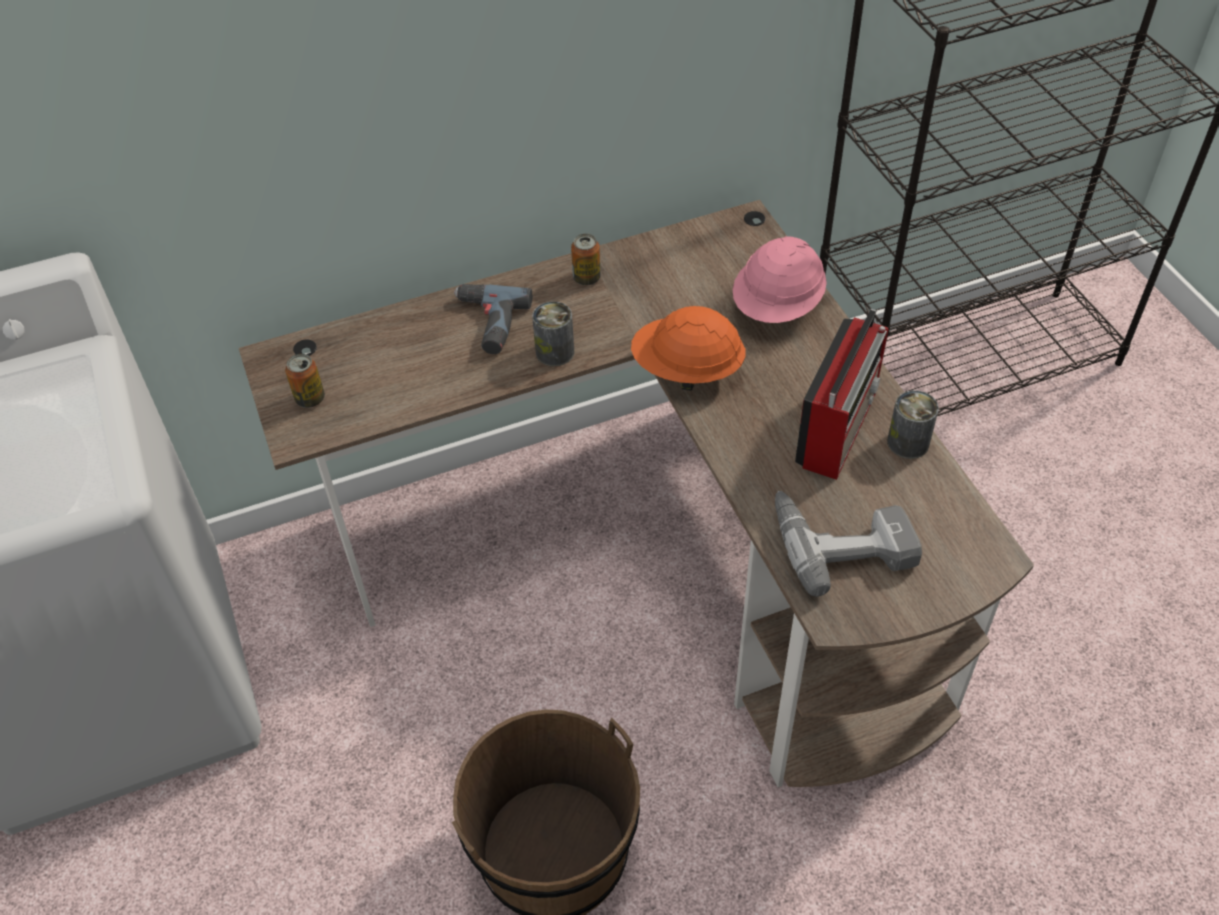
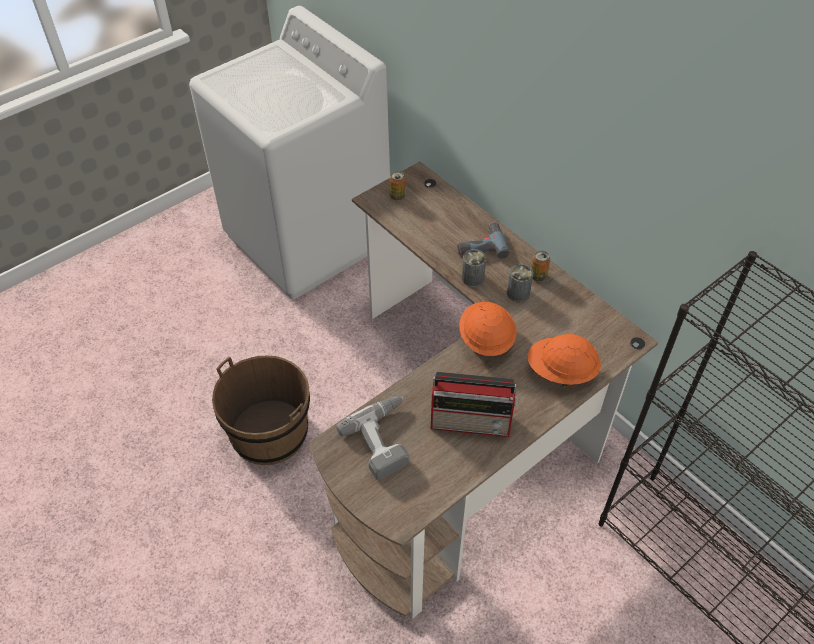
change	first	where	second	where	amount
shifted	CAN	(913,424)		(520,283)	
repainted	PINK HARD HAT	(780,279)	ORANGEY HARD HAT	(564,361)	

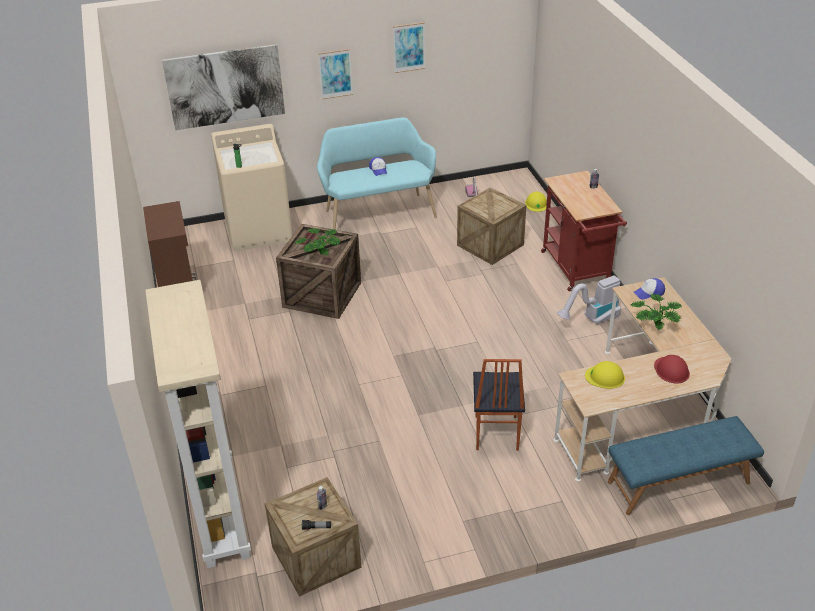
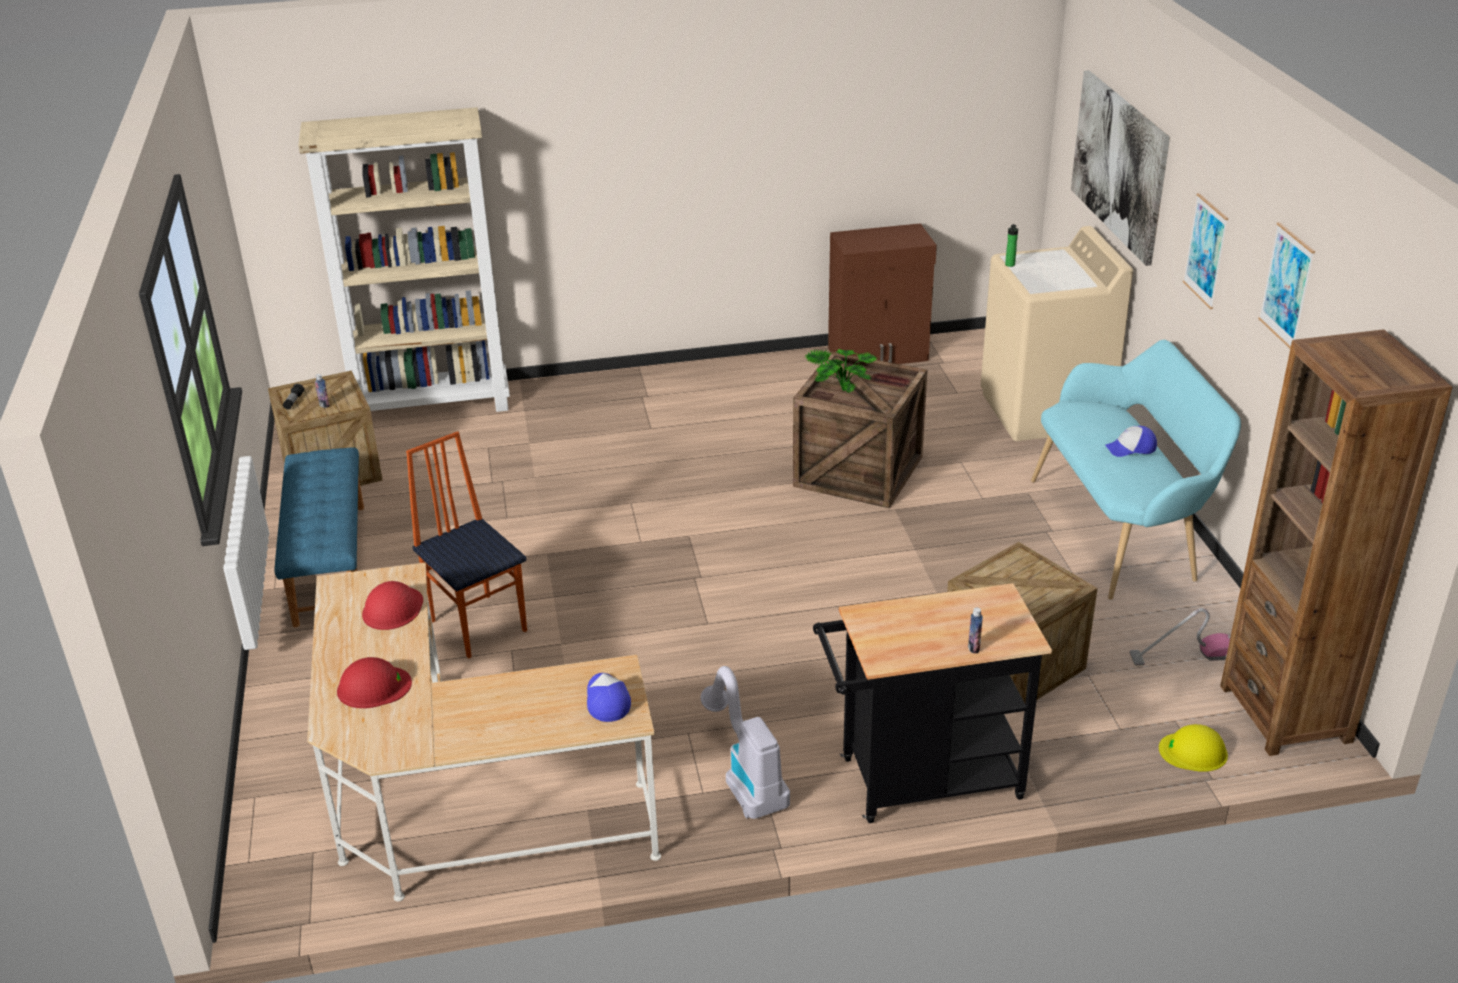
change	first	where	second	where	amount
gone	HOUSEPLANT	(656,312)			
new			BROWN BOOKSHELF	(1336,542)	
shifted	BLUISH LONG SEAT	(686,465)		(319,537)	
repainted	RED-COLOURED TROLLEY	(584,231)	BLACK TROLLEY	(932,703)	
repainted	YELLOWISH HARD HAT	(605,375)	RED-COLOURED HARD HAT	(392,605)	
rotated	CHAIR	(499,405)		(466,544)	45 degrees clockwise

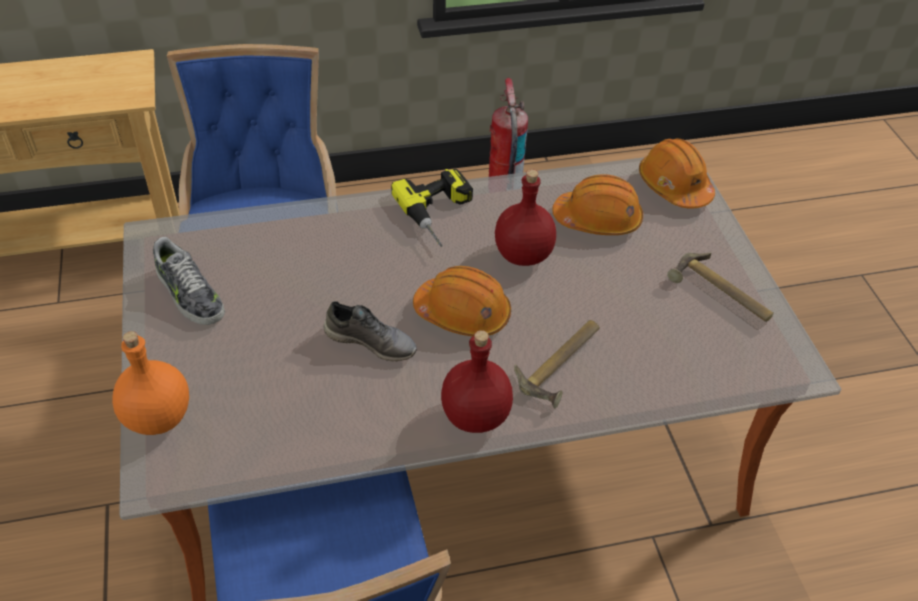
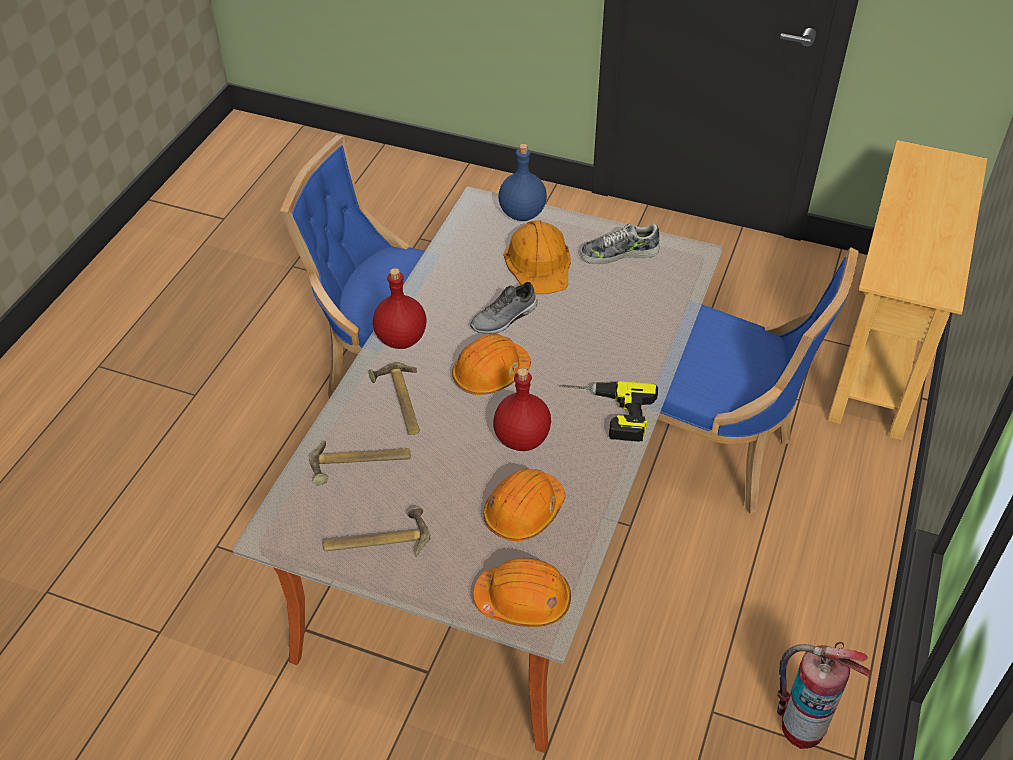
change	first	where	second	where	amount
new			HAMMER	(360,462)	
new			ORANGEY HARD HAT	(537,257)	
repainted	ORANGEY BOTTLE	(150,383)	BLUISH BOTTLE	(522,182)	

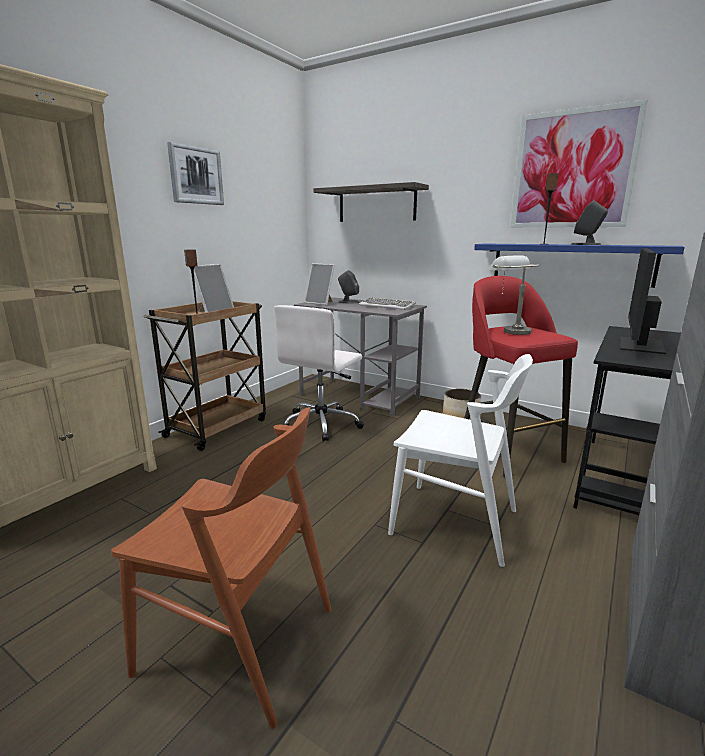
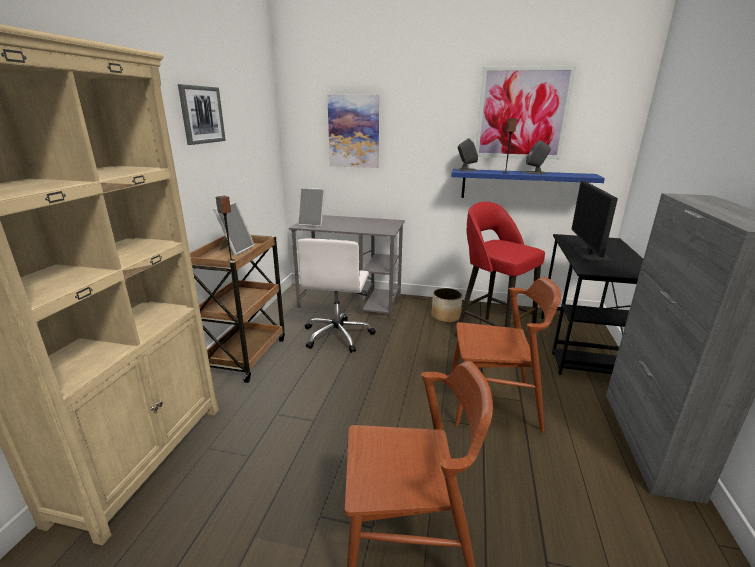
change	first	where	second	where	amount
gone	COMPUTER KEYBOARD	(387,303)			
gone	GREY TABLETOP LAMP	(514,295)			
shifted	GREY LOUDSPEAKER	(348,287)		(467,154)	
swapped	SHELF	(371,202)	PICTURE	(353,131)	
repainted	WHITE-COLOURED CHAIR	(460,460)	BROWN CHAIR	(506,354)	

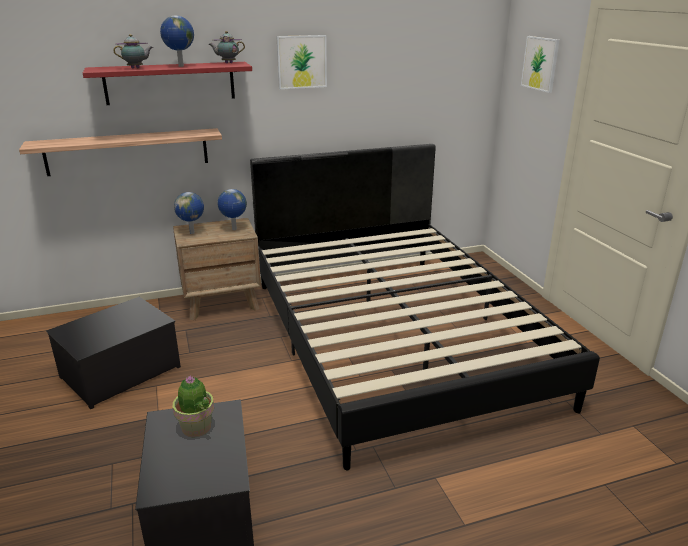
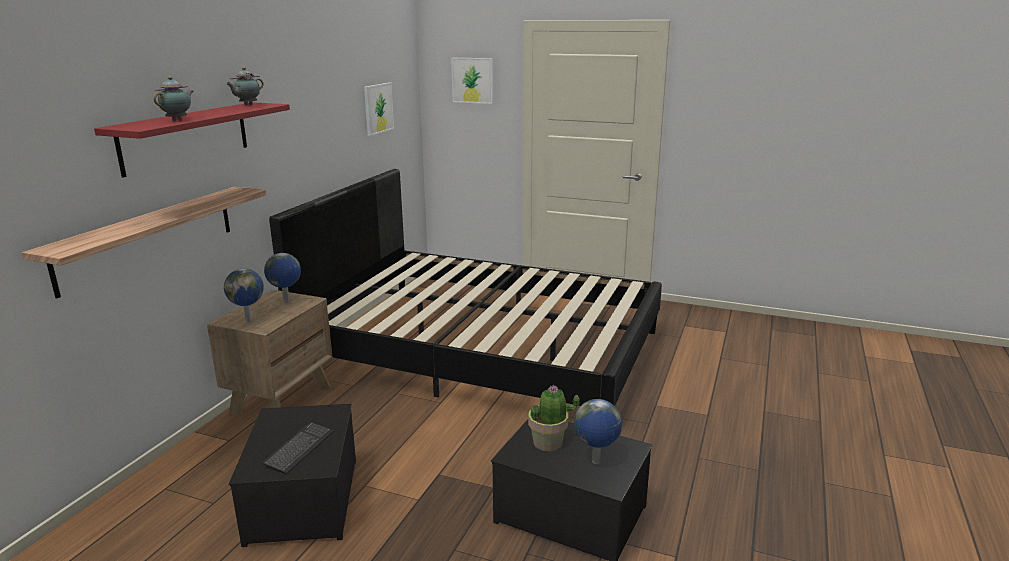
change	first	where	second	where	amount
new			COMPUTER KEYBOARD	(298,448)	
shifted	GLOBE	(177,41)		(598,431)	
shifted	PICTURE	(302,62)		(379,109)	

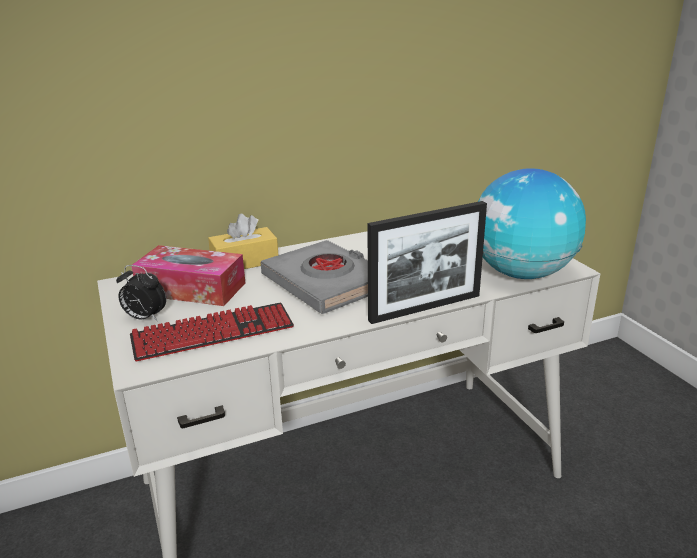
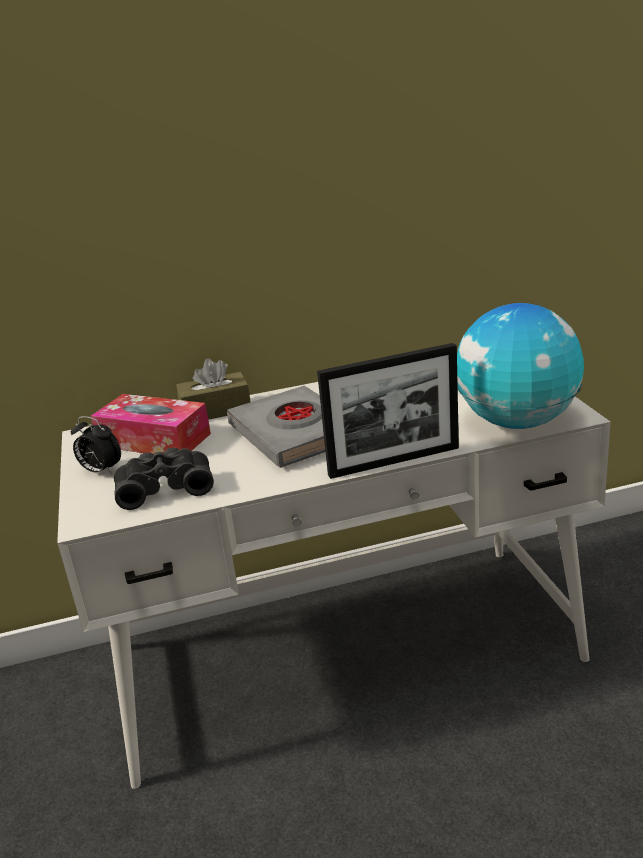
change	first	where	second	where	amount
swapped	COMPUTER KEYBOARD	(212,332)	BLACK PAIR OF BINOCULARS	(164,479)	
repainted	YELLOWISH BOX OF TISSUES	(243,241)	BROWN BOX OF TISSUES	(213,389)	

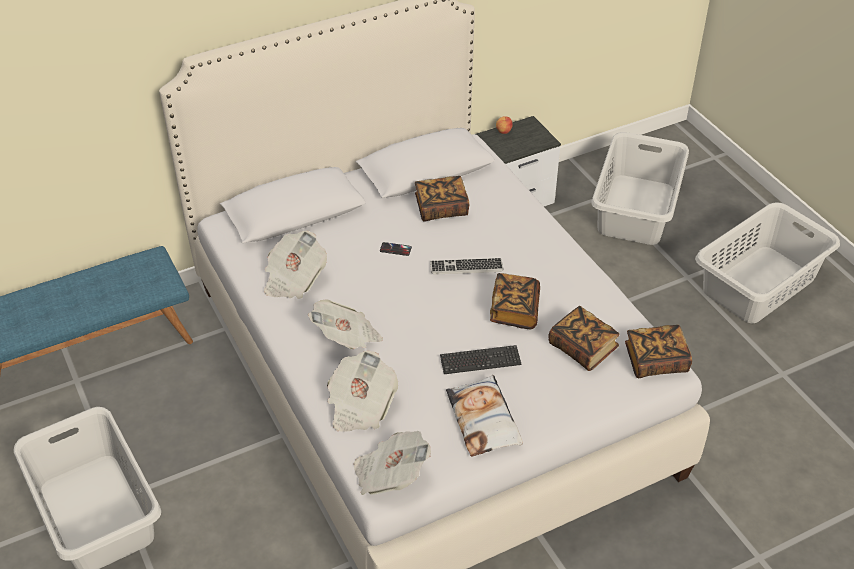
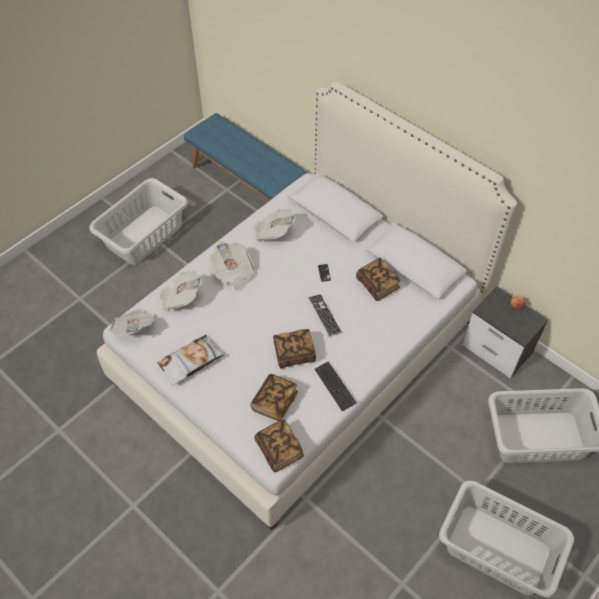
change	first	where	second	where	amount
shifted	COMPUTER KEYBOARD	(480,359)		(335,386)	

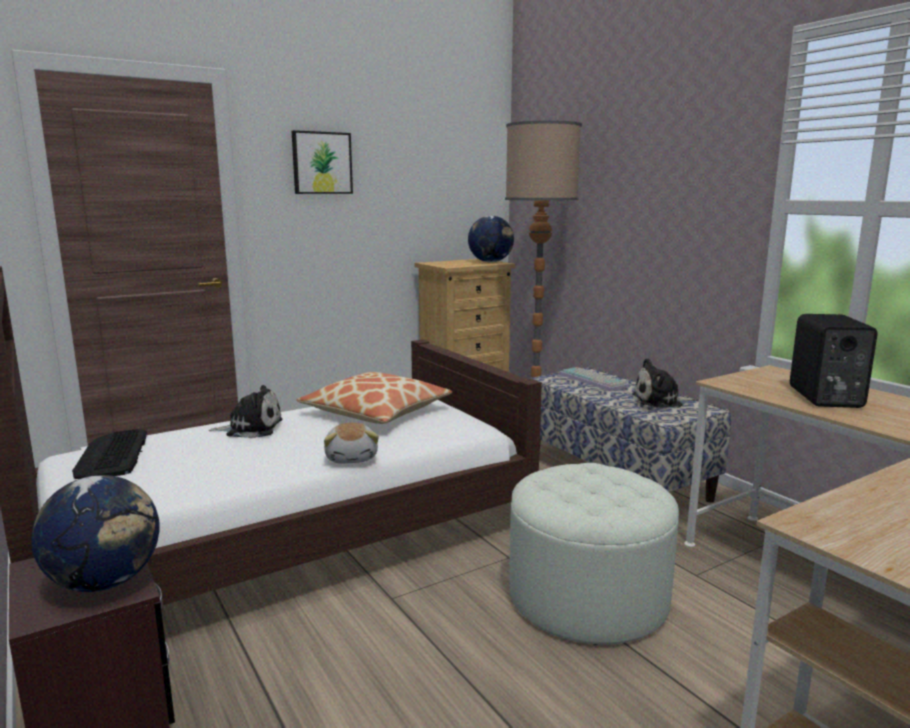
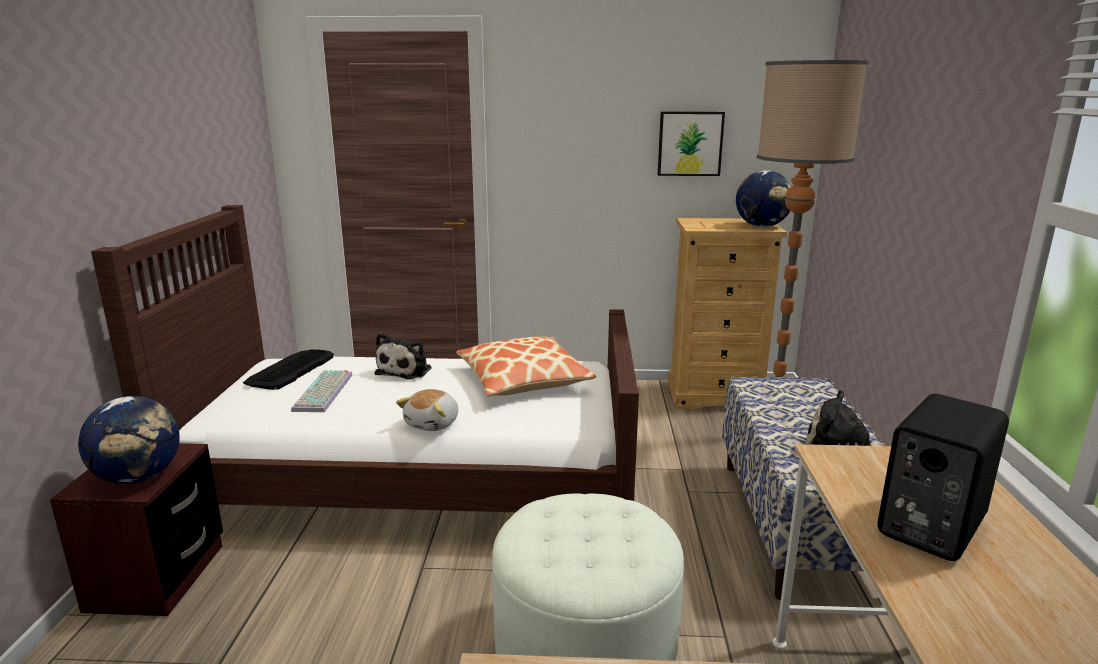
change	first	where	second	where	amount
shifted	PICTURE	(322,162)		(691,144)	
shifted	COMPUTER KEYBOARD	(594,379)		(321,391)	
rotated	PLUSH TOY	(246,411)		(403,356)	75 degrees clockwise

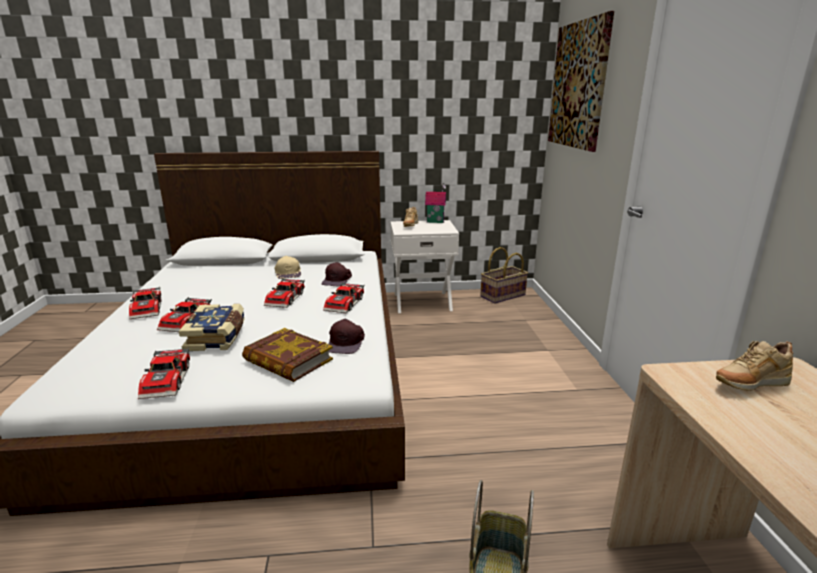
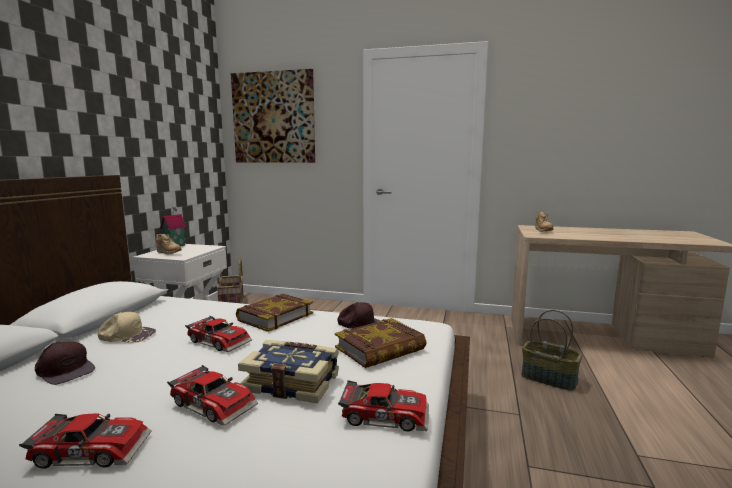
change	first	where	second	where	amount
shifted	BROWN PEAKED CAP	(336,274)		(65,363)	
swapped	TOY CAR	(343,298)	BOOK	(274,313)	

